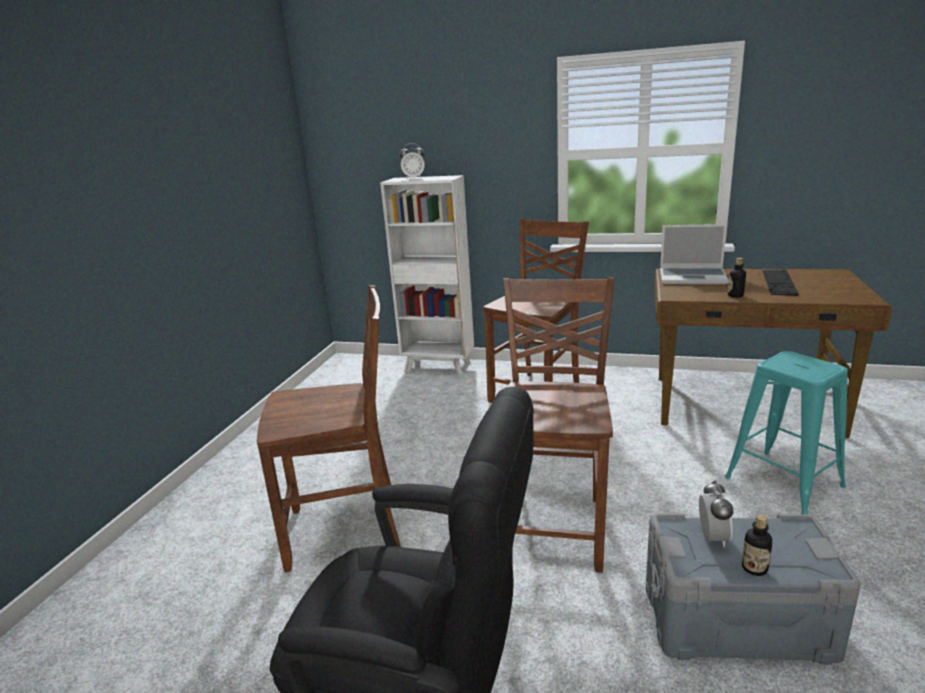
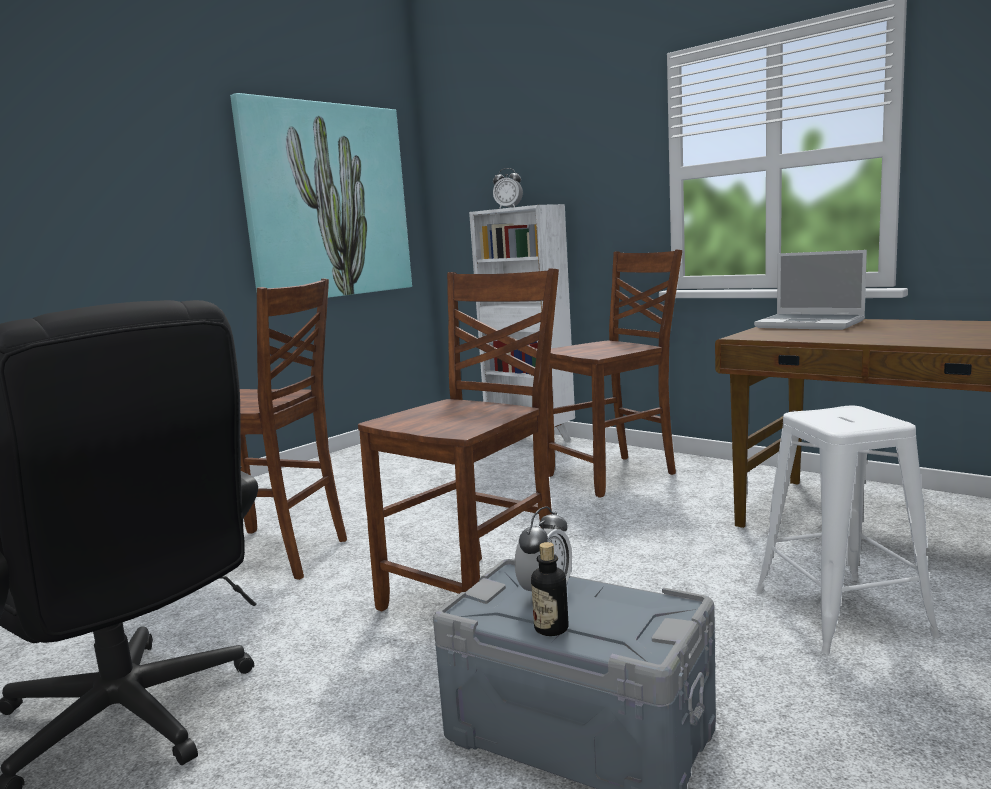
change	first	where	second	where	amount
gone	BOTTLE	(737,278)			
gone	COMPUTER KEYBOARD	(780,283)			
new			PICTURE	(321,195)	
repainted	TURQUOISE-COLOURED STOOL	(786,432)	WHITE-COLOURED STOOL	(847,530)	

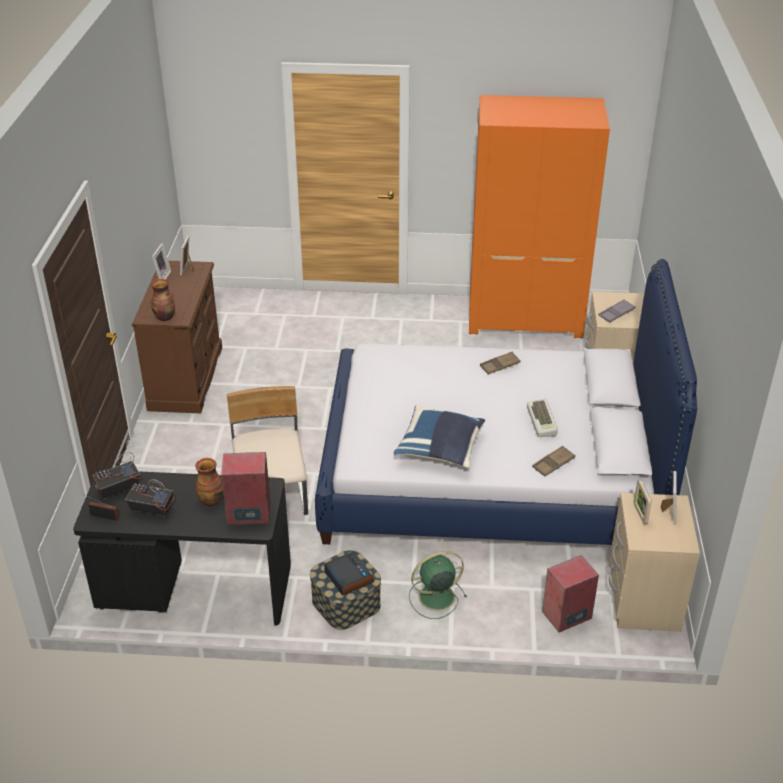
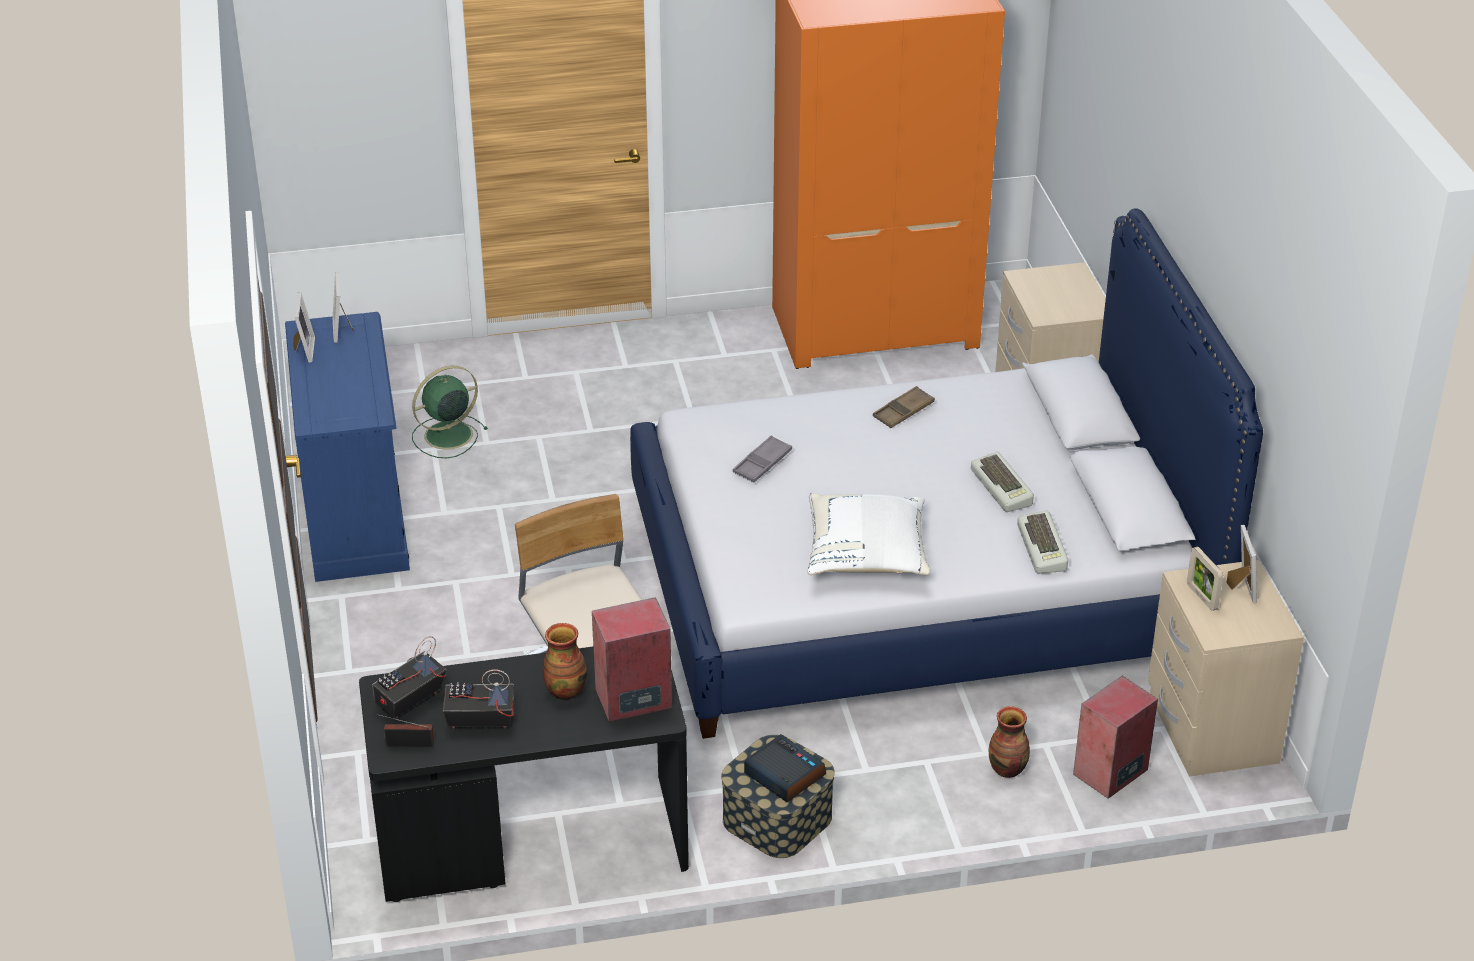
change	first	where	second	where	amount
shifted	FLOWER VASE	(163,300)		(1009,742)	
shifted	GREEN-COLOURED FAN	(438,585)		(450,412)	
shifted	GREY CARRYING TRAY	(616,311)		(762,458)	
swapped	BROWN CARRYING TRAY	(553,461)	COMPUTER KEYBOARD	(1042,542)	
repainted	BROWN DRAWER CHEST	(177,337)	BLUISH DRAWER CHEST	(347,447)	
repainted	BLUISH THROW PILLOW	(439,436)	WHITE-COLOURED THROW PILLOW	(869,534)	

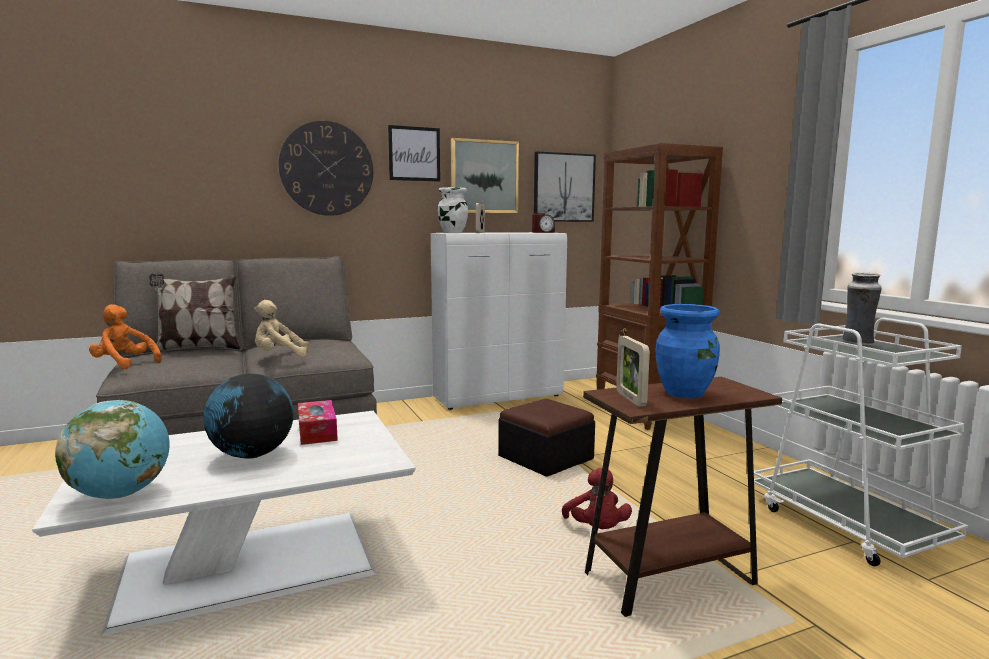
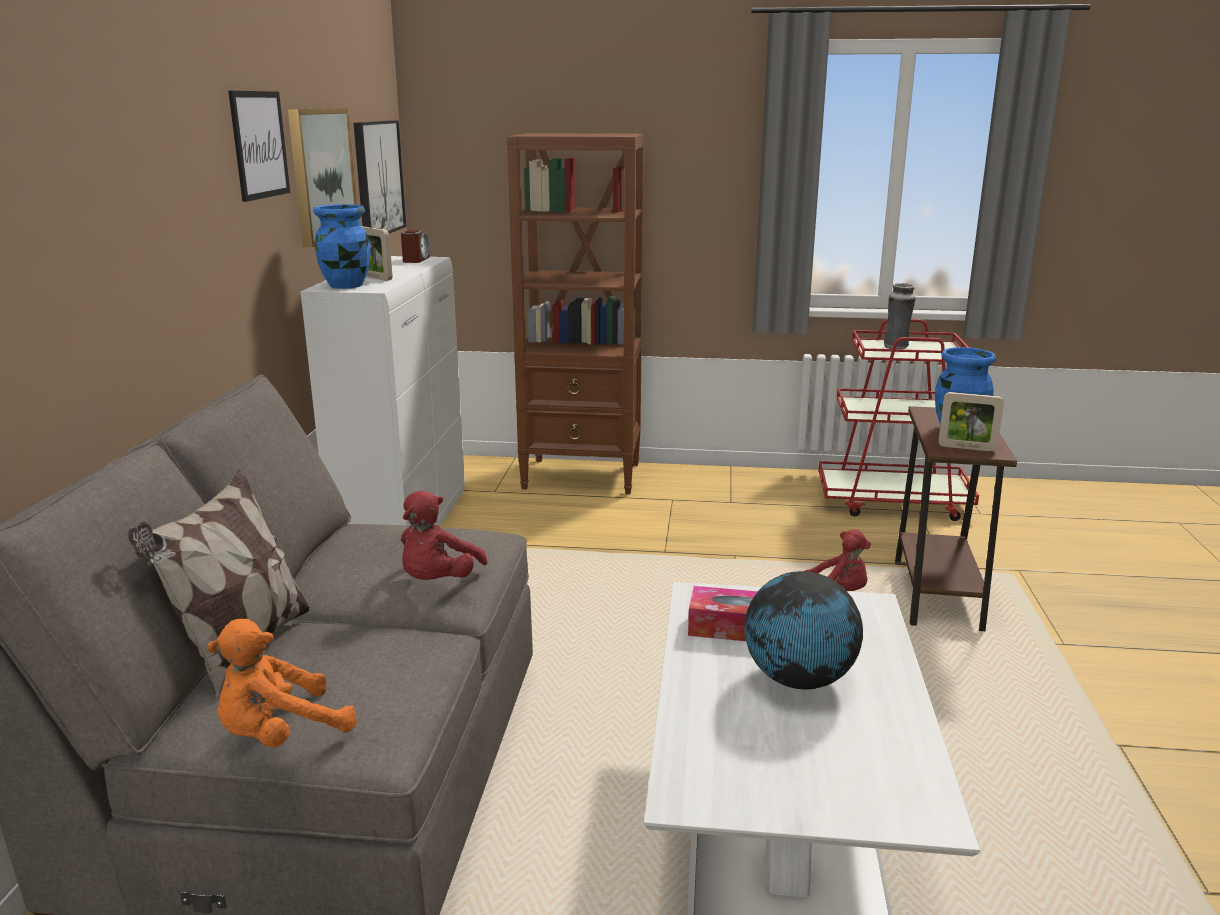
change	first	where	second	where	amount
gone	GLOBE	(112,449)			
gone	HANGING CLOCK	(326,168)			
gone	FOOTREST	(546,438)			
repainted	BEIGE-COLOURED PLUSH TOY	(281,328)	RED-COLOURED PLUSH TOY	(444,535)	
repainted	WHITE-COLOURED FLOWER VASE	(453,210)	BLUISH FLOWER VASE	(341,246)	
repainted	WHITE-COLOURED TROLLEY	(861,442)	RED-COLOURED TROLLEY	(898,420)	

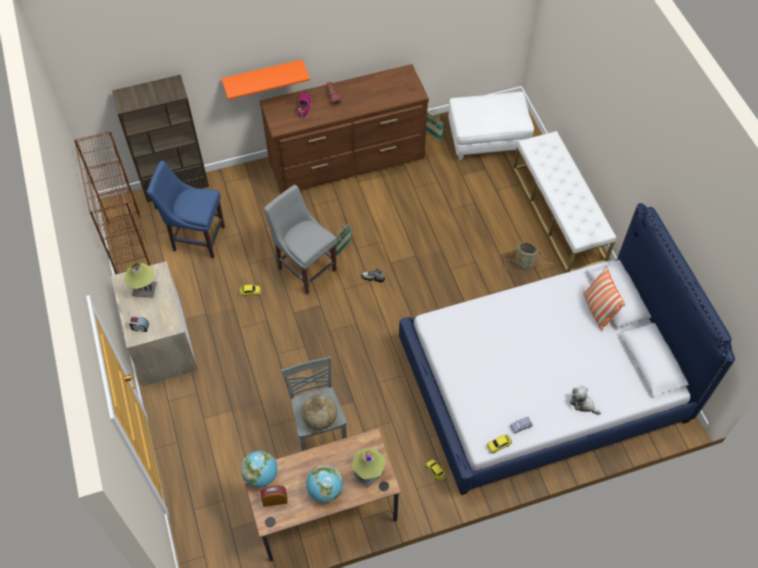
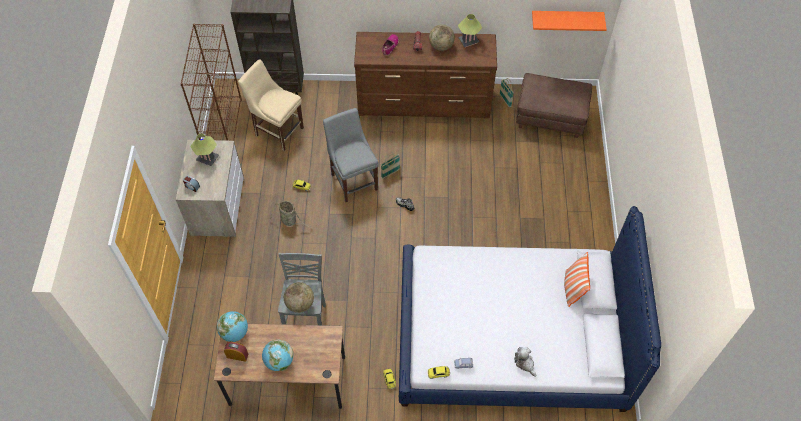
change	first	where	second	where	amount
gone	WHITE-COLOURED LONG SEAT	(564,201)			
new			GLOBE	(442,38)	
shifted	ORANGEY SHELF	(265,79)		(569,21)	
shifted	TABLETOP LAMP	(369,468)		(470,30)	
shifted	BASKET	(529,256)		(290,214)	
repainted	BLUISH CHAIR	(186,209)	BEIGE-COLOURED CHAIR	(271,105)	
repainted	WHITE-COLOURED FOOTREST	(491,126)	BROWN FOOTREST	(554,105)	

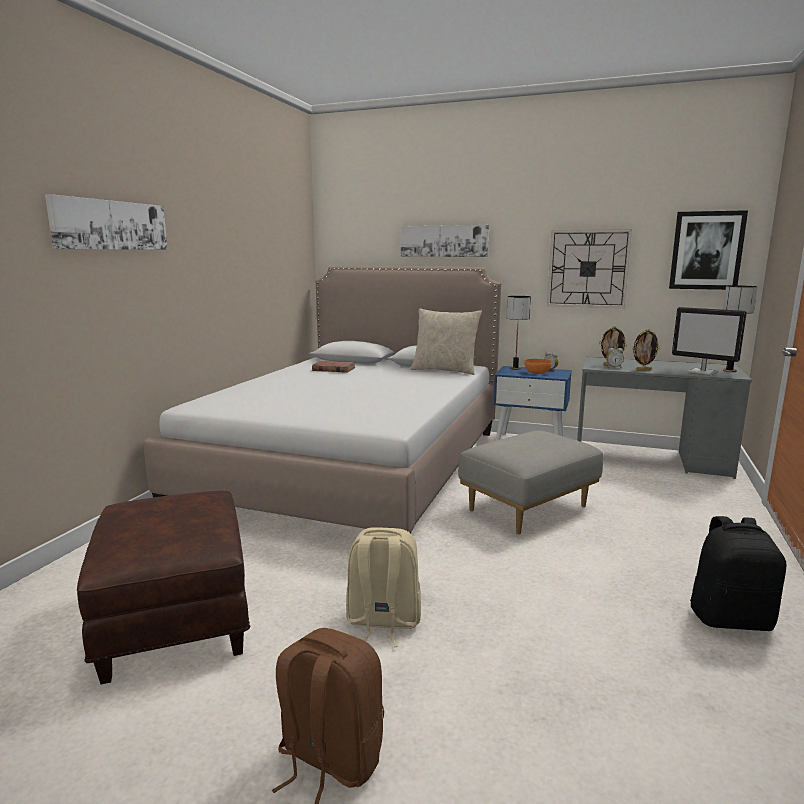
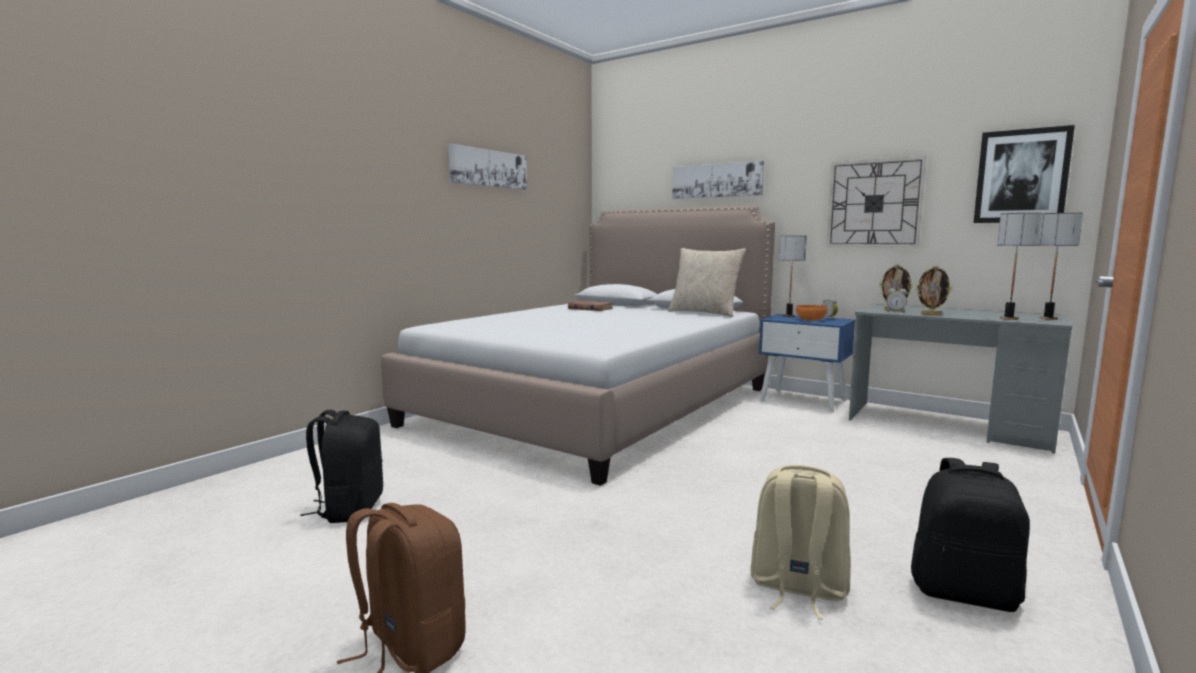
change	first	where	second	where	amount
gone	GREY FOOTREST	(530,482)			
shifted	PICTURE	(106,222)		(487,167)	
shifted	BEIGE-COLOURED RUCKSACK	(383,587)		(800,542)	
swapped	BROWN FOOTREST	(163,588)	BLACK RUCKSACK	(341,466)	
swapped	MONITOR	(709,341)	TABLETOP LAMP	(1019,266)	

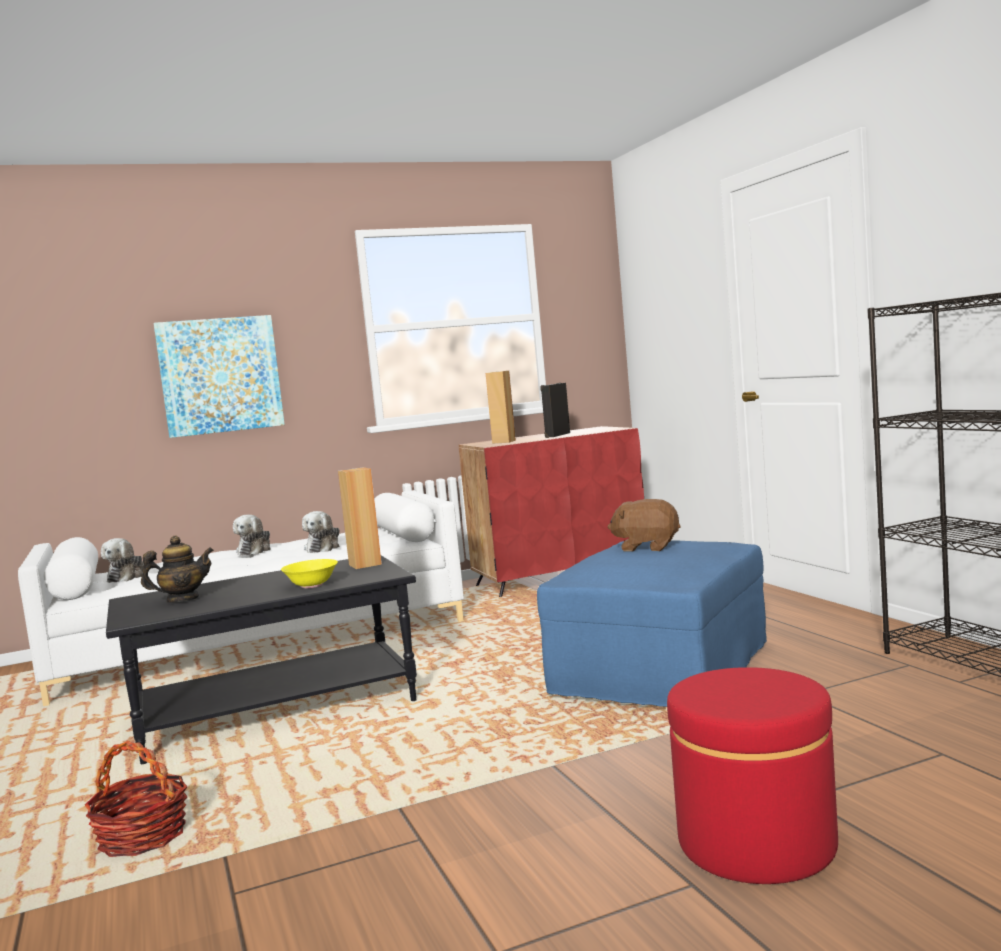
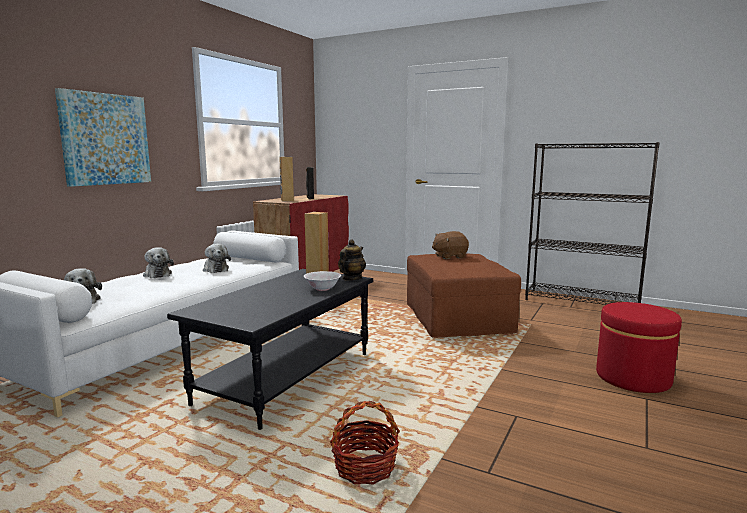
change	first	where	second	where	amount
shifted	TEAPOT	(177,569)		(352,260)	
repainted	YELLOWISH SERVING BOWL	(309,573)	WHITE-COLOURED SERVING BOWL	(322,281)	
repainted	BLUISH FOOTREST	(652,623)	BROWN FOOTREST	(464,295)	

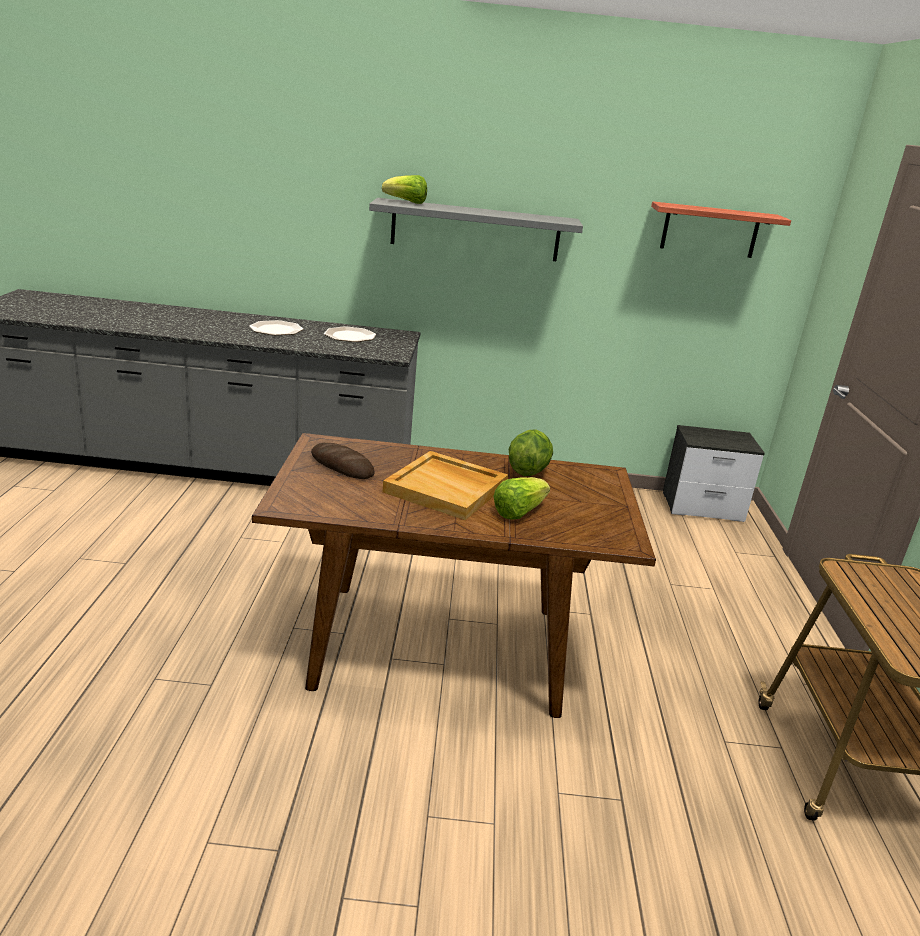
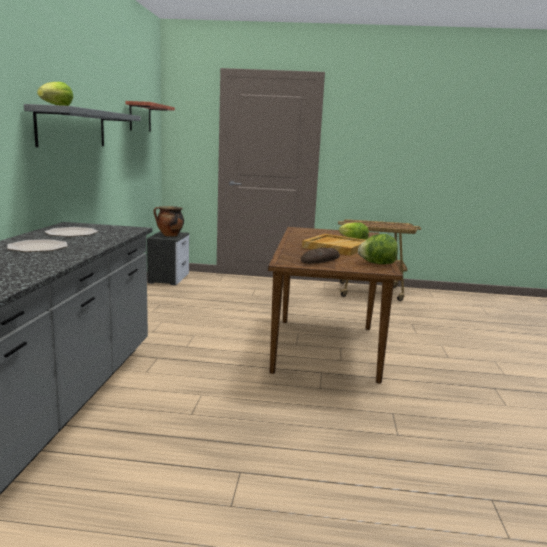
change	first	where	second	where	amount
new			COOKING POT	(168,221)	
shifted	LETTUCE	(531,452)		(378,249)	

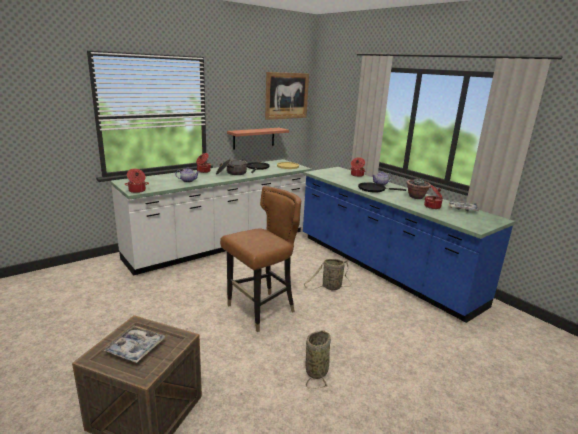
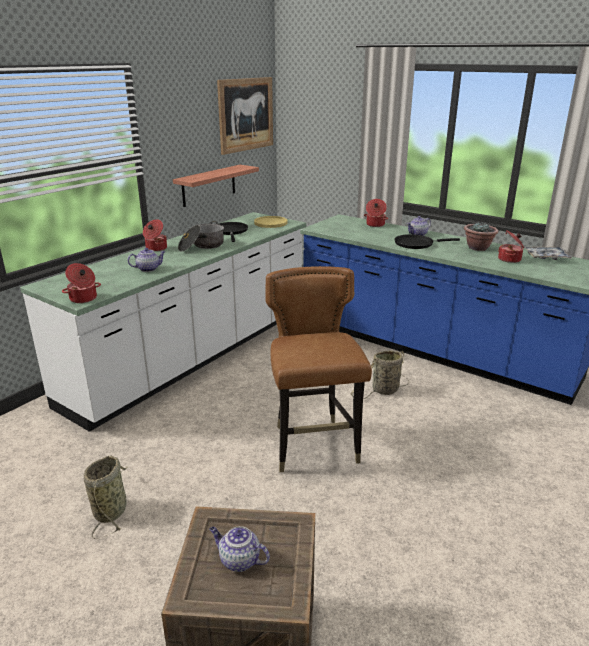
change	first	where	second	where	amount
shifted	BASKET	(318,359)		(106,497)	
swapped	CARRYING TRAY	(133,344)	TEAPOT	(239,549)	
rotated	BROWN CHAIR	(260,259)		(318,369)	45 degrees counterclockwise

